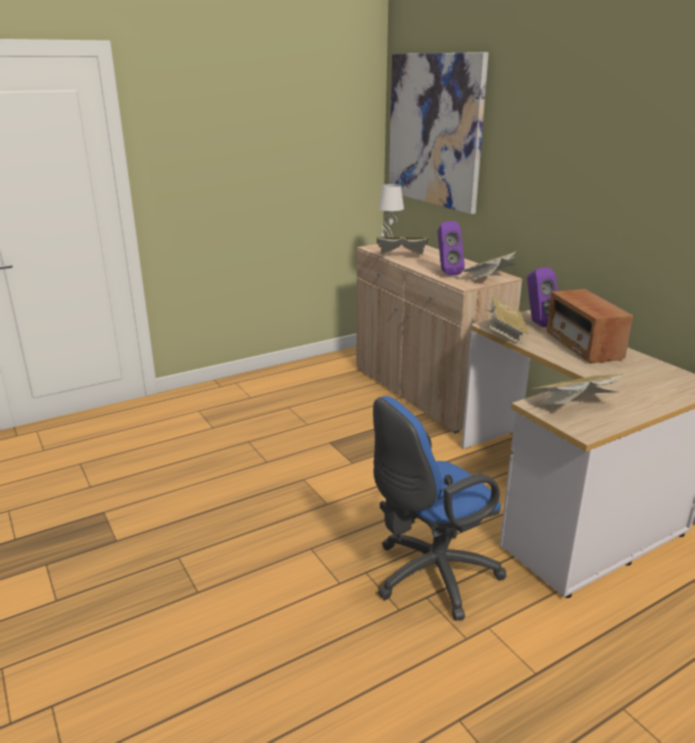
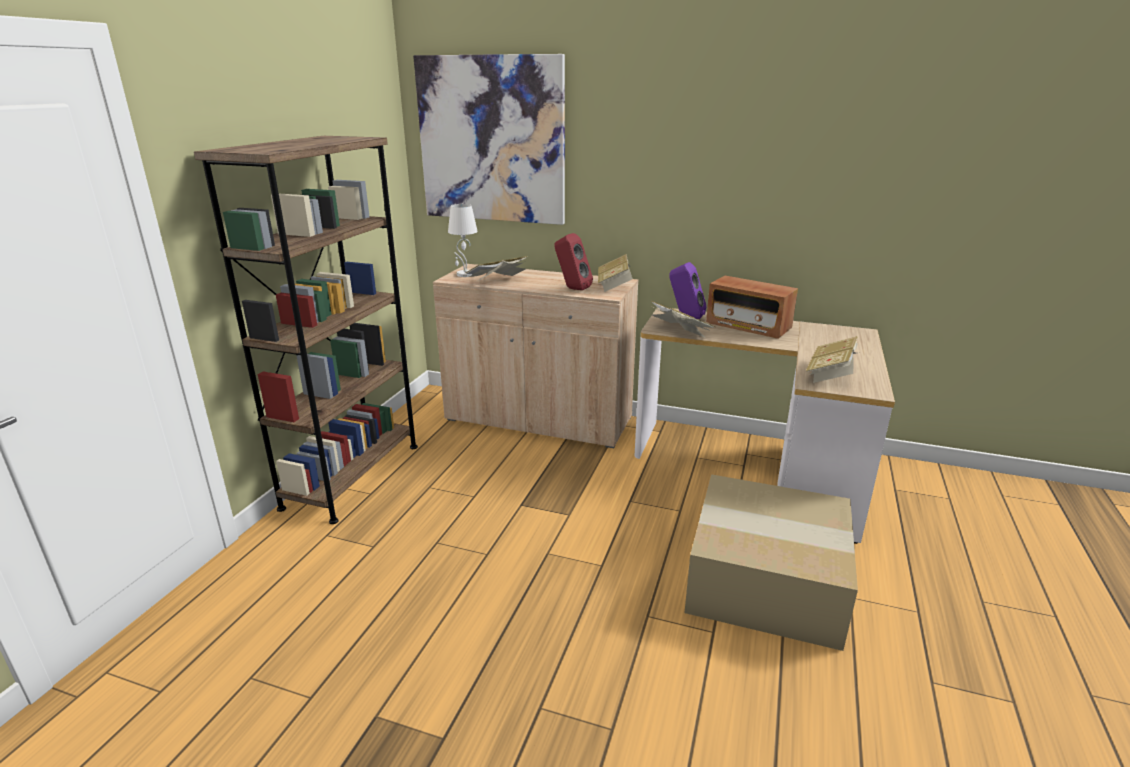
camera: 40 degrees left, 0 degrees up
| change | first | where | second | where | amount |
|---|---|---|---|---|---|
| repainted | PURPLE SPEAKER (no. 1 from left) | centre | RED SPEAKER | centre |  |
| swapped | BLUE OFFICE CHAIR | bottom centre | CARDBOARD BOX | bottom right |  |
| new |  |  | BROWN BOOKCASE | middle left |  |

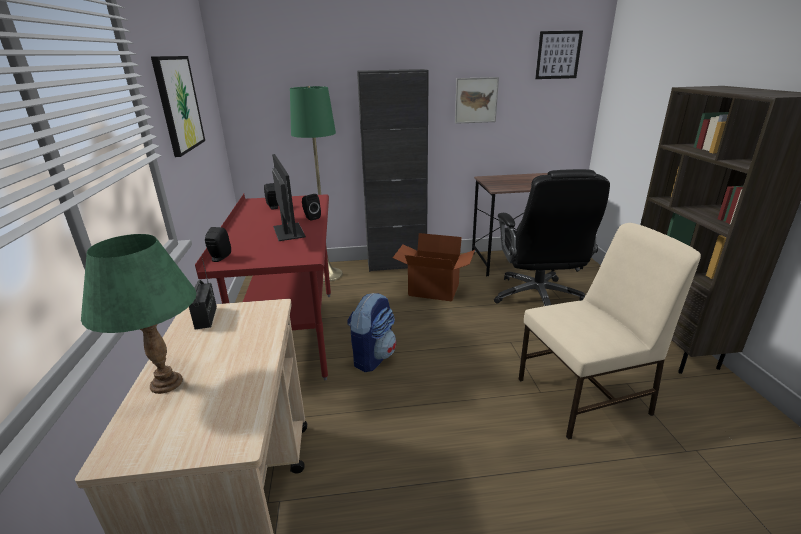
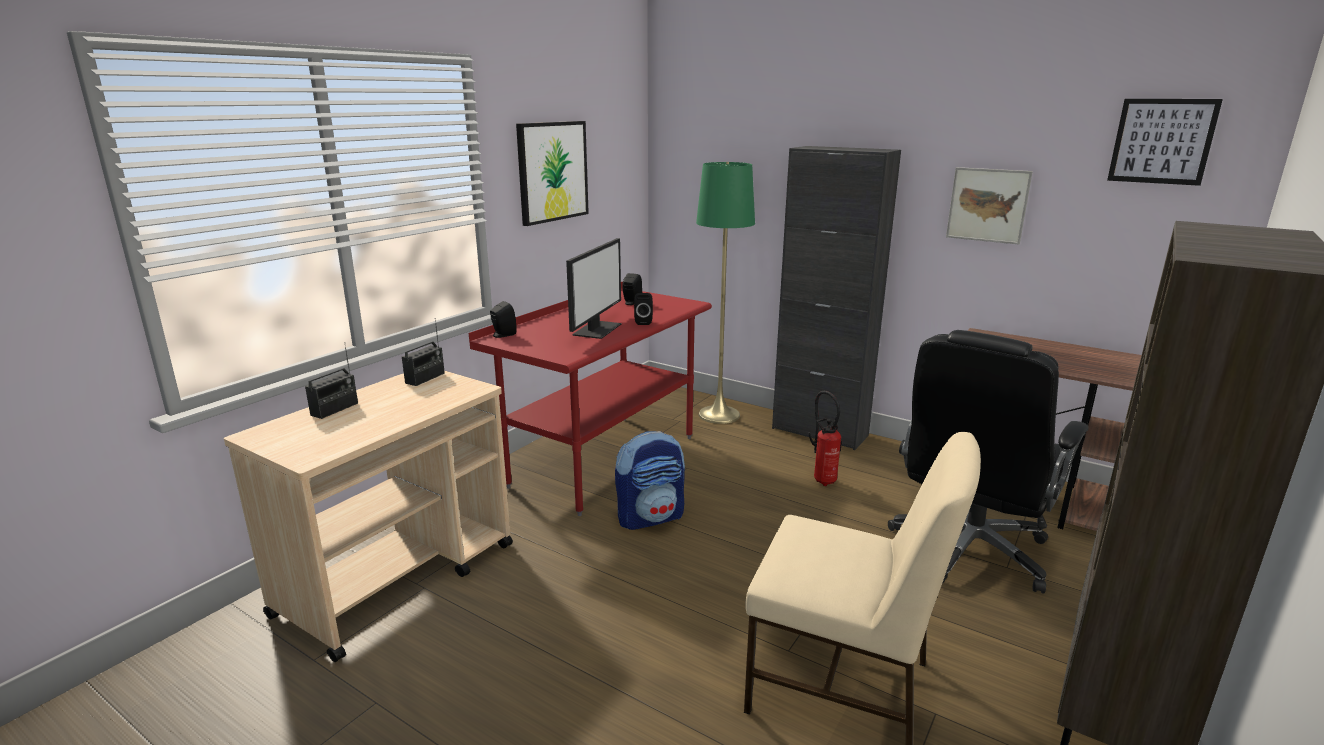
camera: 40 degrees right, 5 degrees down
| change | first | where | second | where | amount |
|---|---|---|---|---|---|
| swapped | CARDBOARD BOX | centre | FIRE EXTINGUISHER | centre |  |
| swapped | GREEN TABLE LAMP | middle left | RADIO (no. 1 from left) | middle left |  |

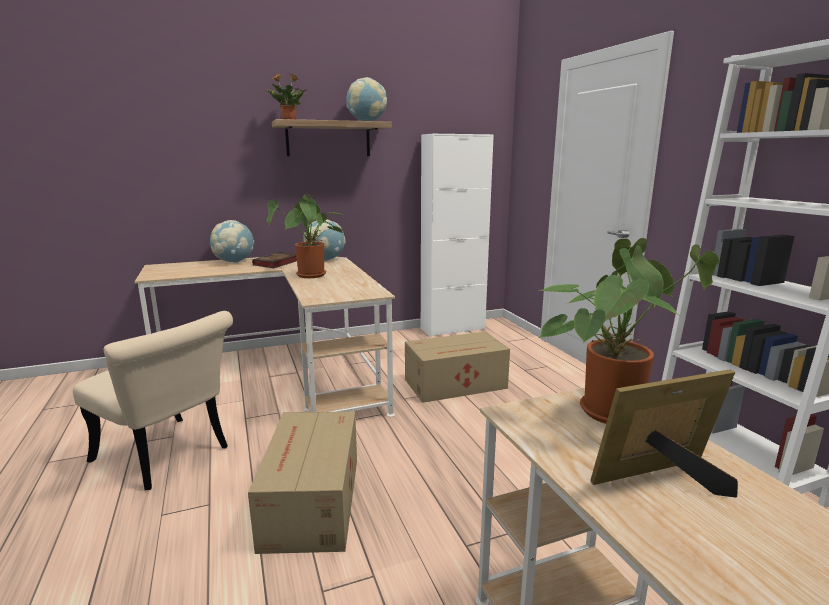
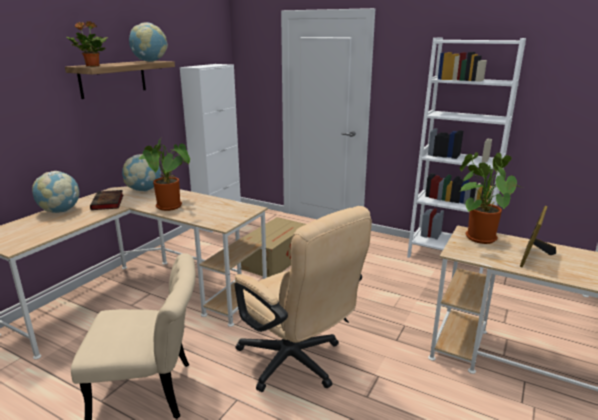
camera: 40 degrees left, 5 degrees up
| change | first | where | second | where | amount |
|---|---|---|---|---|---|
| swapped | CARDBOARD BOX (no. 1 from left) | bottom centre | BEIGE OFFICE CHAIR | bottom centre |  |

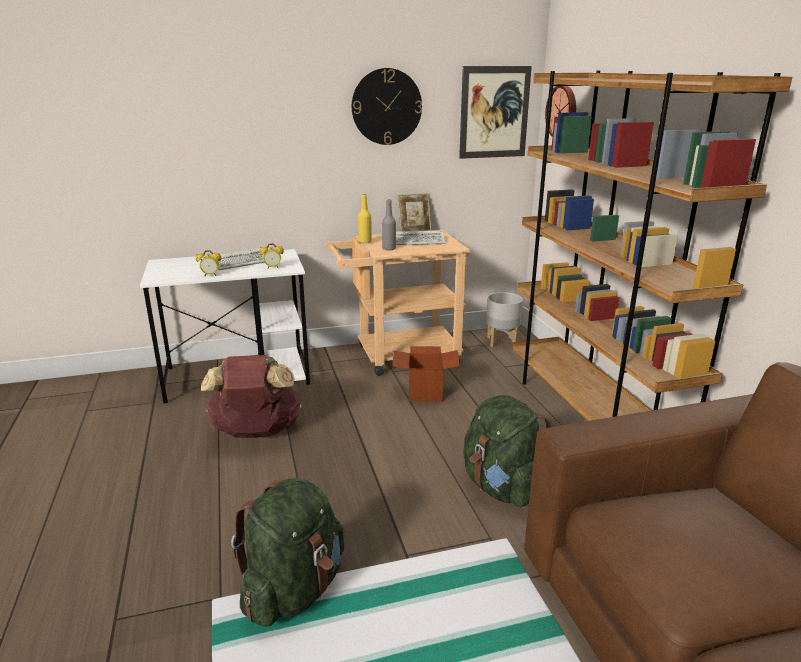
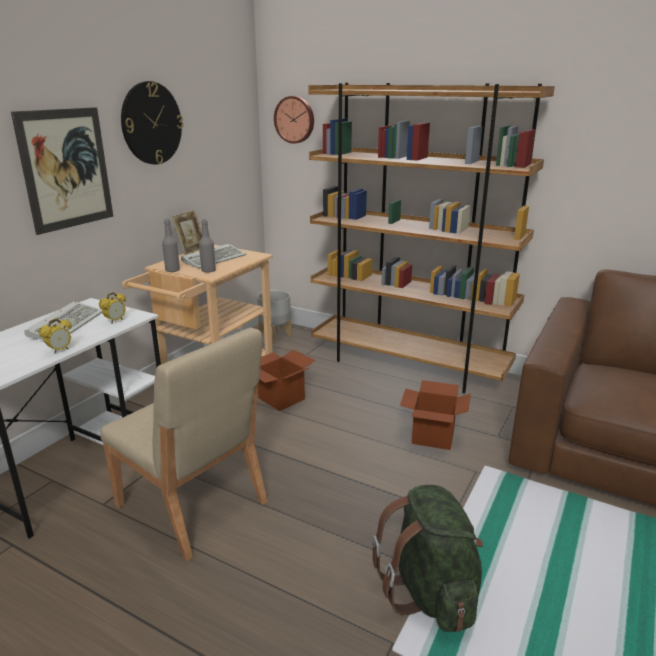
camera: 45 degrees left, 0 degrees up
| change | first | where | second | where | amount |
|---|---|---|---|---|---|
| shifted | PICTURE | top centre |  | top left |  |
| repainted | YELLOW BOTTLE | top centre | GREY BOTTLE (no. 1 from left) | middle left |  |
| swapped | BROWN BACKPACK | middle left | BEIGE CHAIR | bottom left |  |
| swapped | GREEN BACKPACK (no. 2 from left) | bottom centre | CARDBOARD BOX (no. 2 from left) | centre |  |

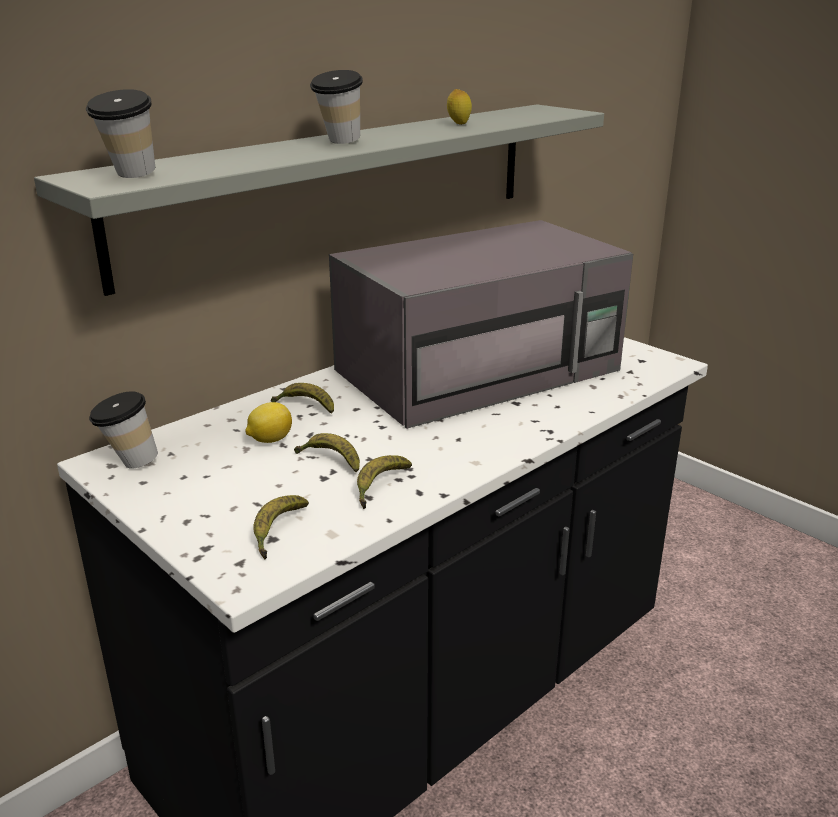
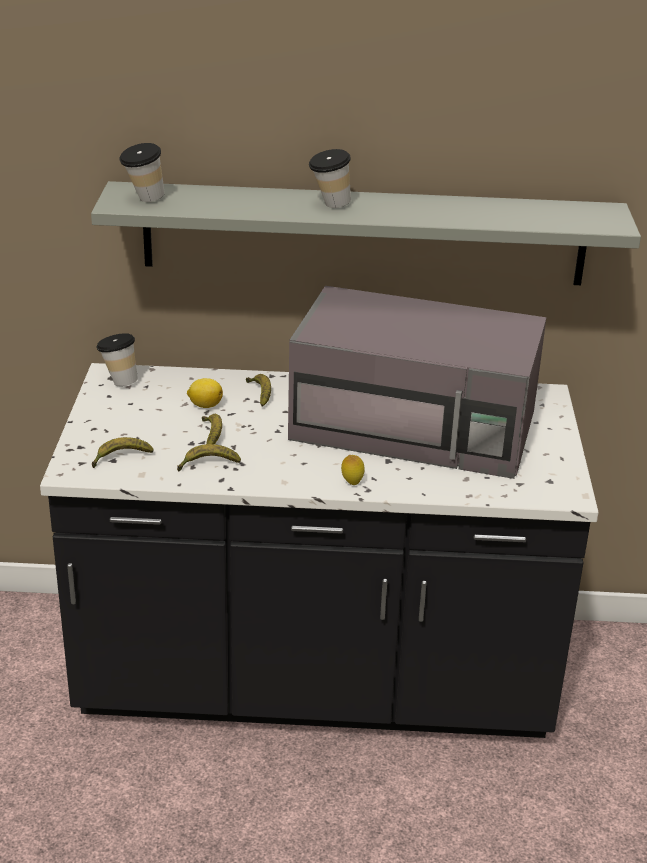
camera: 45 degrees right, 5 degrees up
| change | first | where | second | where | amount |
|---|---|---|---|---|---|
| shifted | LEMON (no. 2 from left) | top centre |  | centre |  |

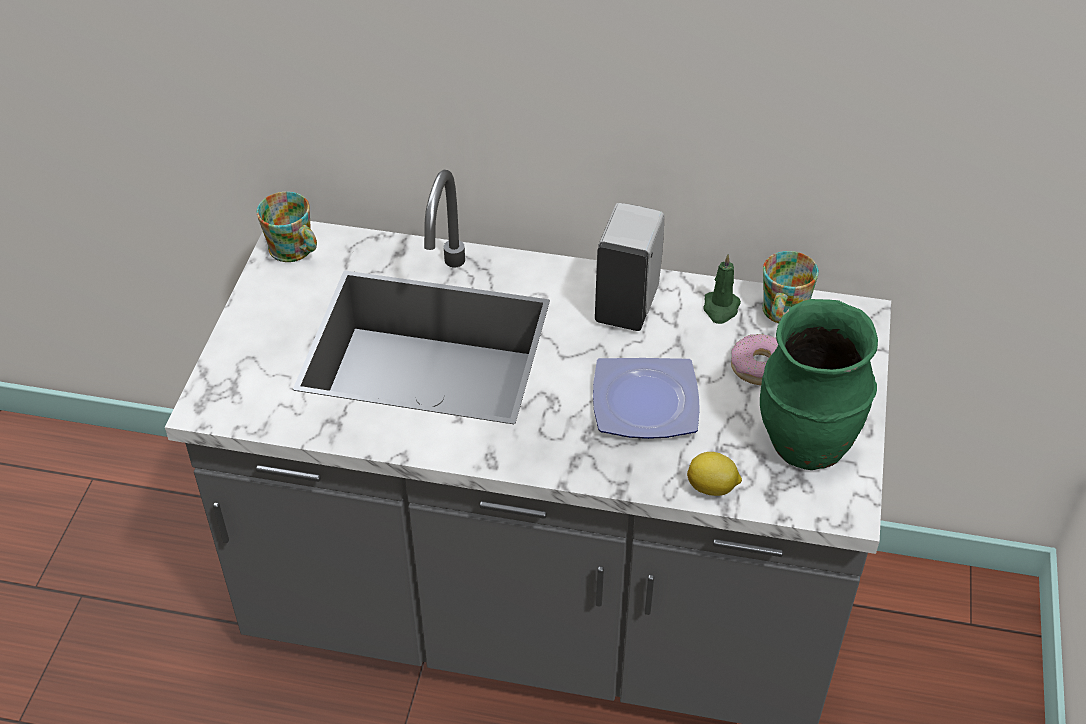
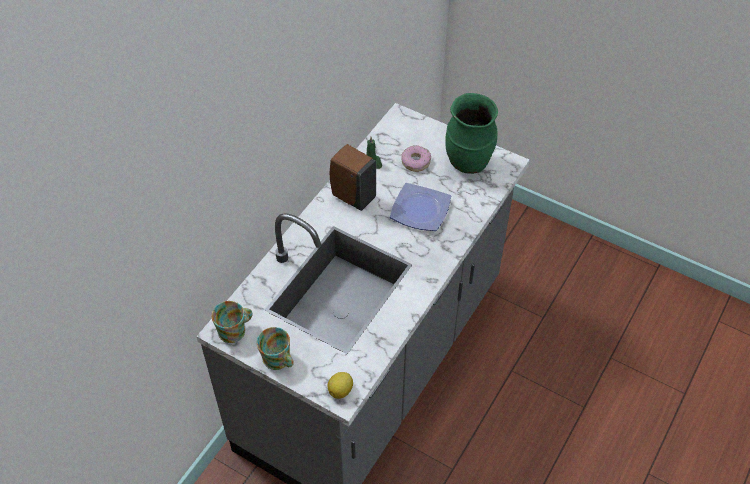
camera: 70 degrees left, 5 degrees up
| change | first | where | second | where | amount |
|---|---|---|---|---|---|
| repainted | WHITE SOAP DISPENSER | centre | BROWN SOAP DISPENSER | centre |  |
| shifted | MUG (no. 2 from left) | middle right |  | bottom centre |  |
| shifted | LEMON | centre |  | bottom centre |  |

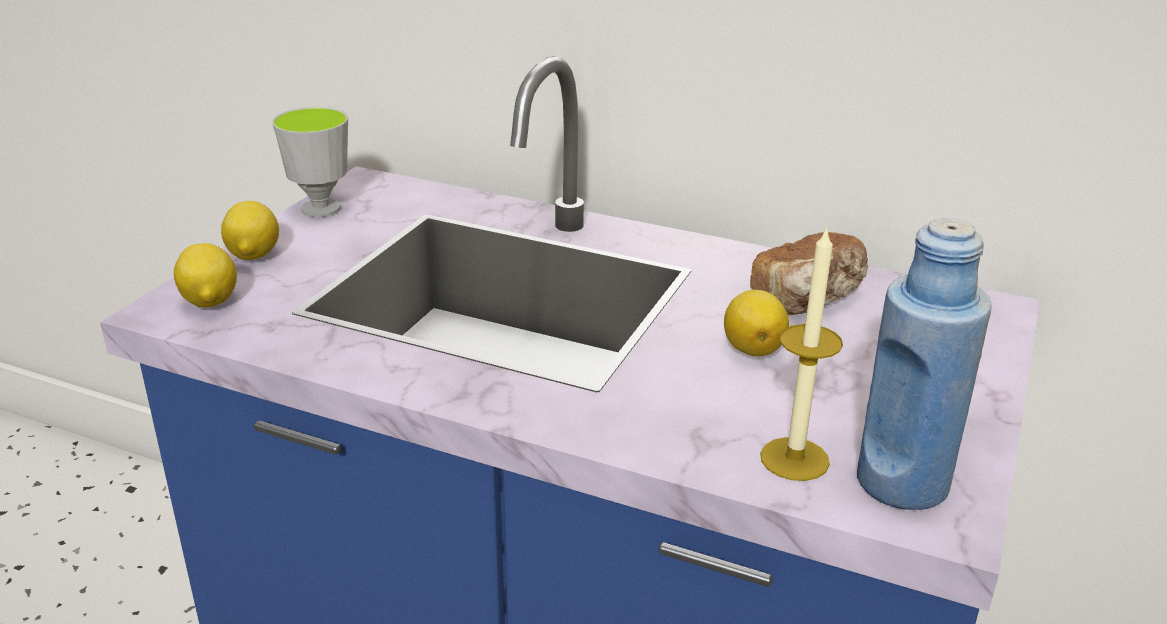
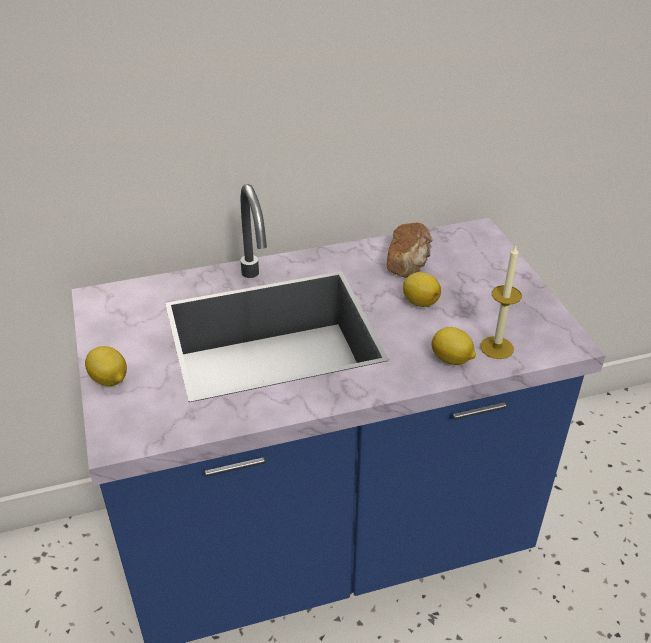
camera: 40 degrees left, 10 degrees up
| change | first | where | second | where | amount |
|---|---|---|---|---|---|
| gone | CUP | top left |  |  |  |
| gone | BLUE BOTTLE | middle right |  |  |  |
| shifted | LEMON (no. 1 from left in the first image) | middle left | LEMON (no. 3 from left) | middle right |  |

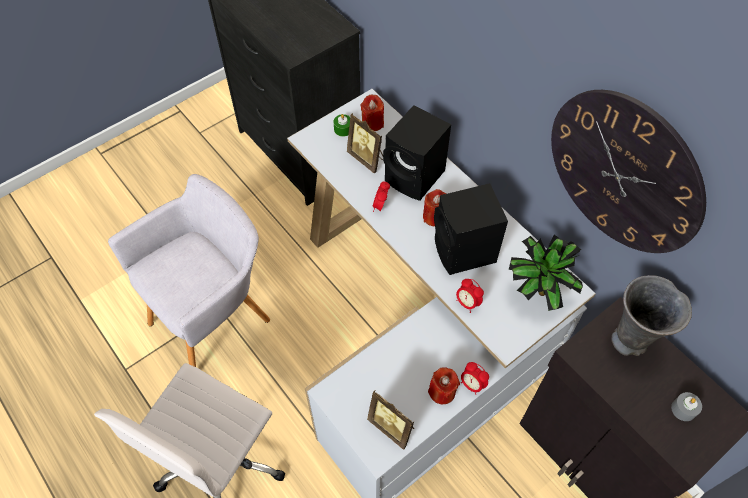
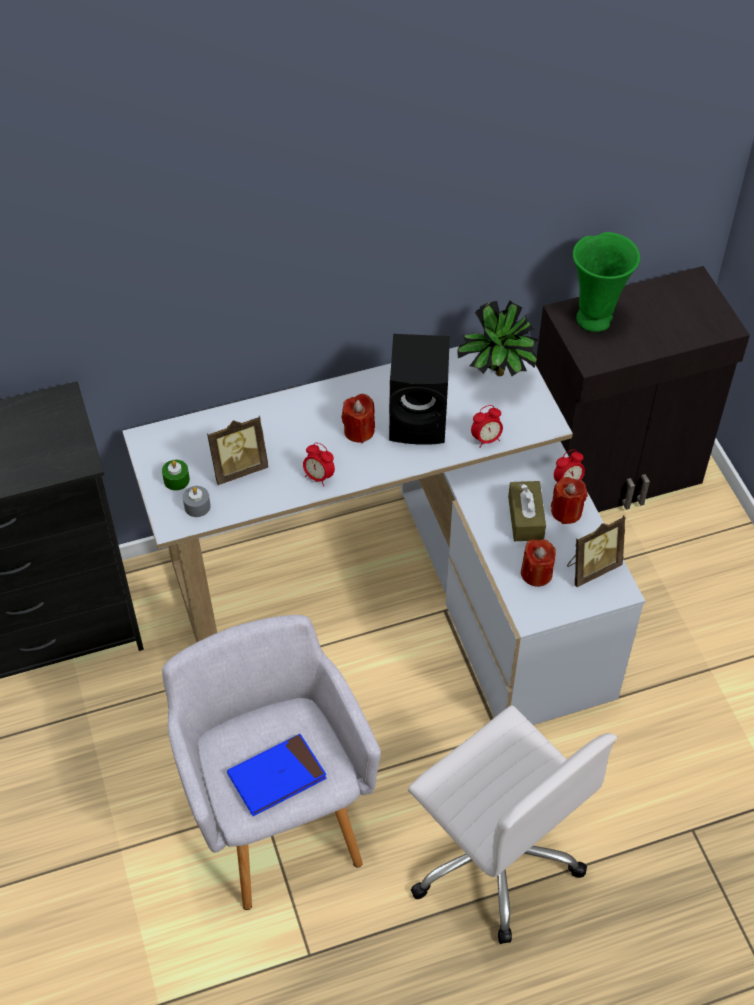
camera: 70 degrees left, 5 degrees down
| change | first | where | second | where | amount |
|---|---|---|---|---|---|
| gone | WALL CLOCK | middle right |  |  |  |
| shifted | RED CANDLE (no. 1 from left in the first image) | top centre | RED CANDLE (no. 2 from left) | middle right |  |
| gone | BLACK SPEAKER (no. 1 from left) | top centre |  |  |  |
| repainted | GREY VASE | middle right | GREEN VASE | top right |  |
| shifted | GREY CANDLE | bottom right |  | middle left |  |
| new |  |  | BROWN TISSUE BOX | middle right |  |
| new |  |  | BLUE BOOK | bottom centre |  |

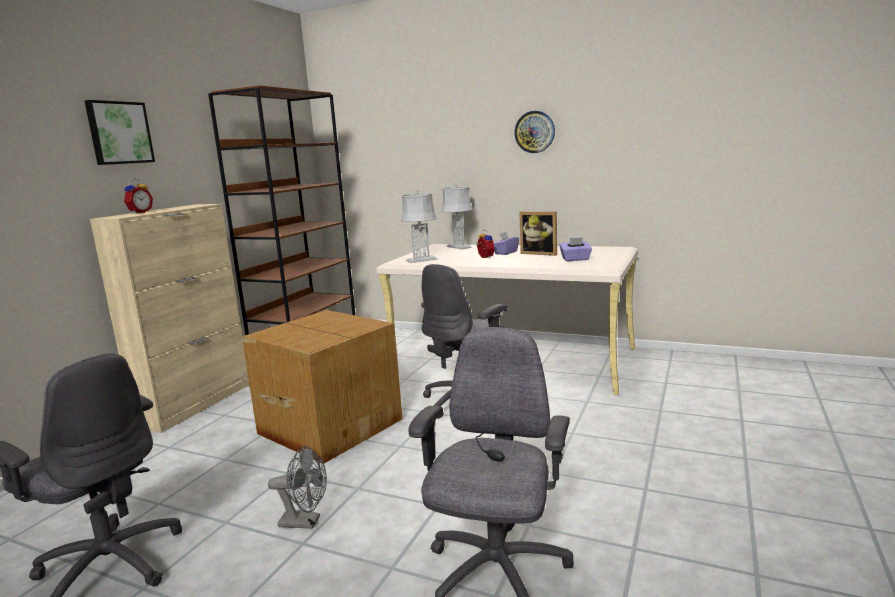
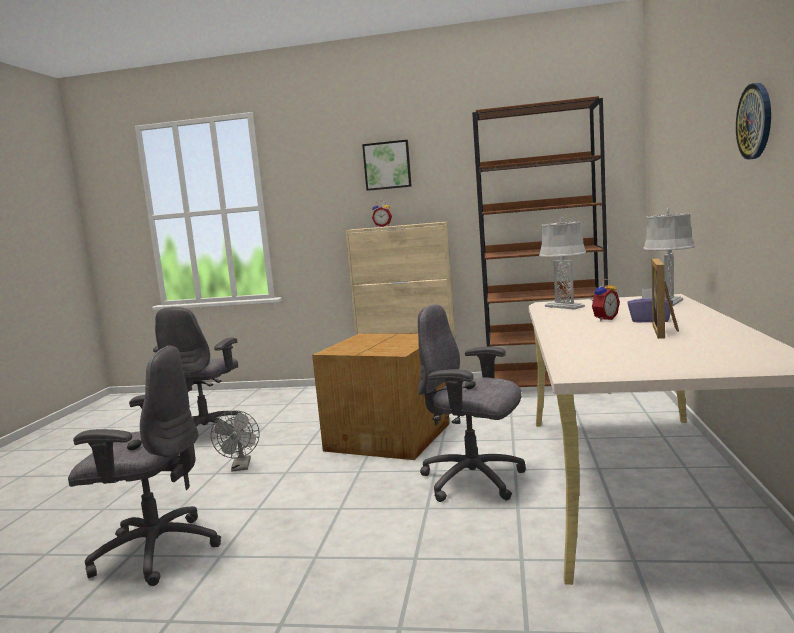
camera: 75 degrees right, 5 degrees down
| change | first | where | second | where | amount |
|---|---|---|---|---|---|
| gone | PURPLE TISSUE BOX (no. 2 from left) | centre |  |  |  |

